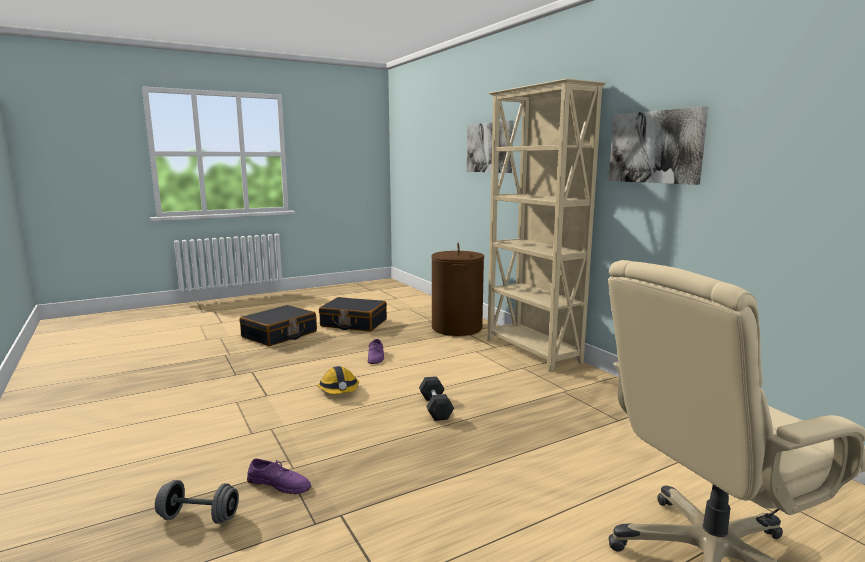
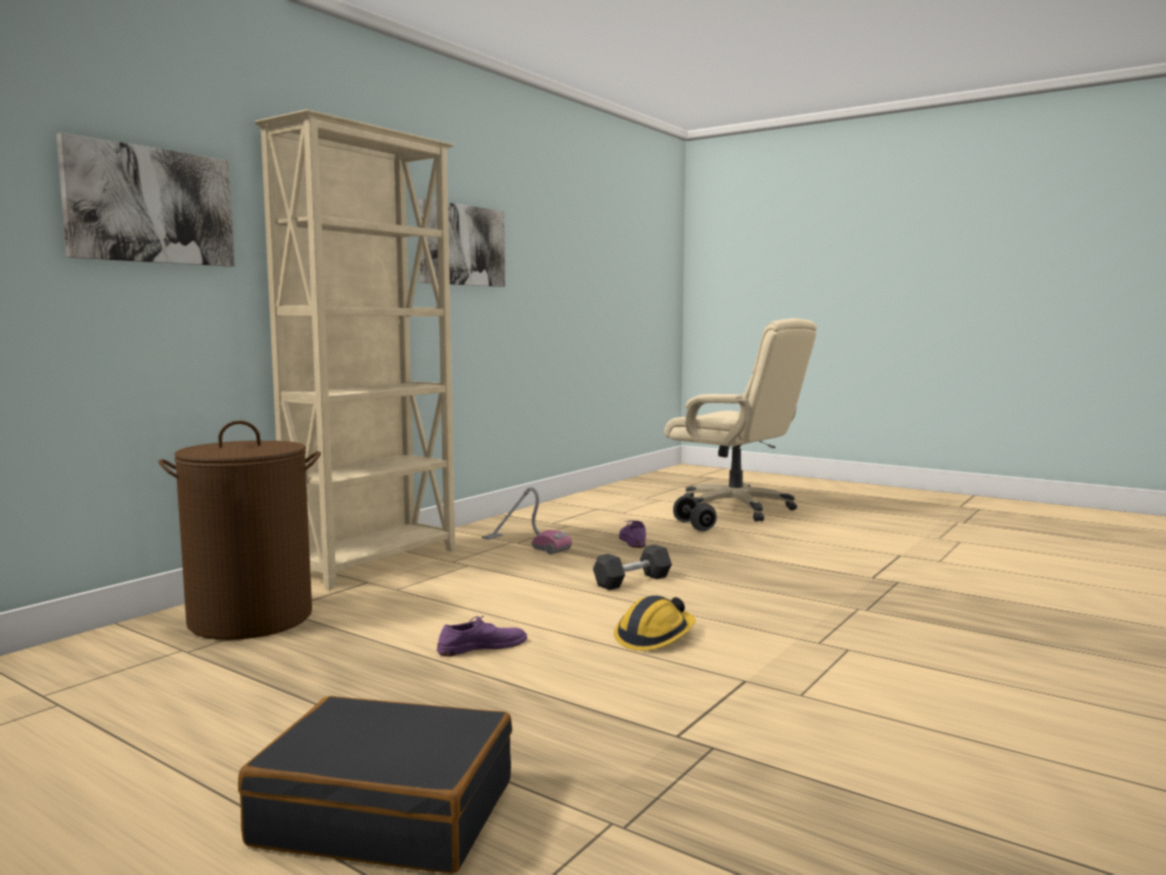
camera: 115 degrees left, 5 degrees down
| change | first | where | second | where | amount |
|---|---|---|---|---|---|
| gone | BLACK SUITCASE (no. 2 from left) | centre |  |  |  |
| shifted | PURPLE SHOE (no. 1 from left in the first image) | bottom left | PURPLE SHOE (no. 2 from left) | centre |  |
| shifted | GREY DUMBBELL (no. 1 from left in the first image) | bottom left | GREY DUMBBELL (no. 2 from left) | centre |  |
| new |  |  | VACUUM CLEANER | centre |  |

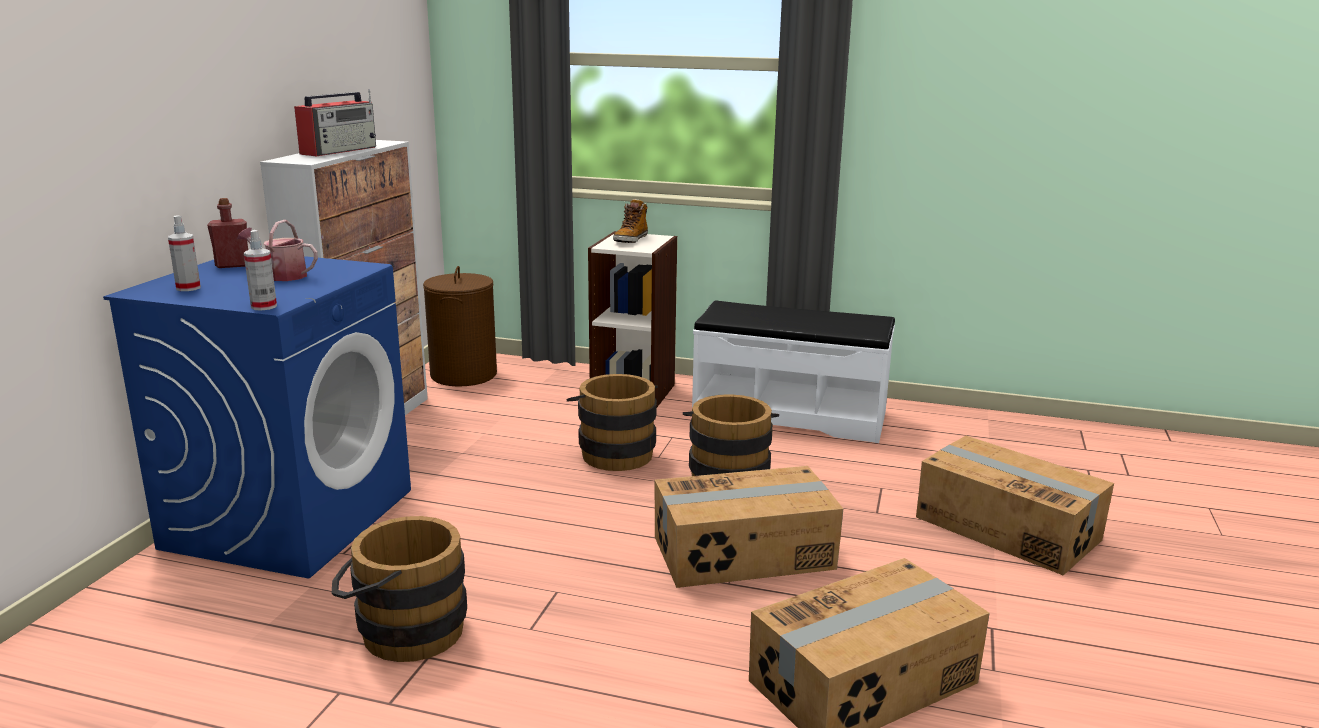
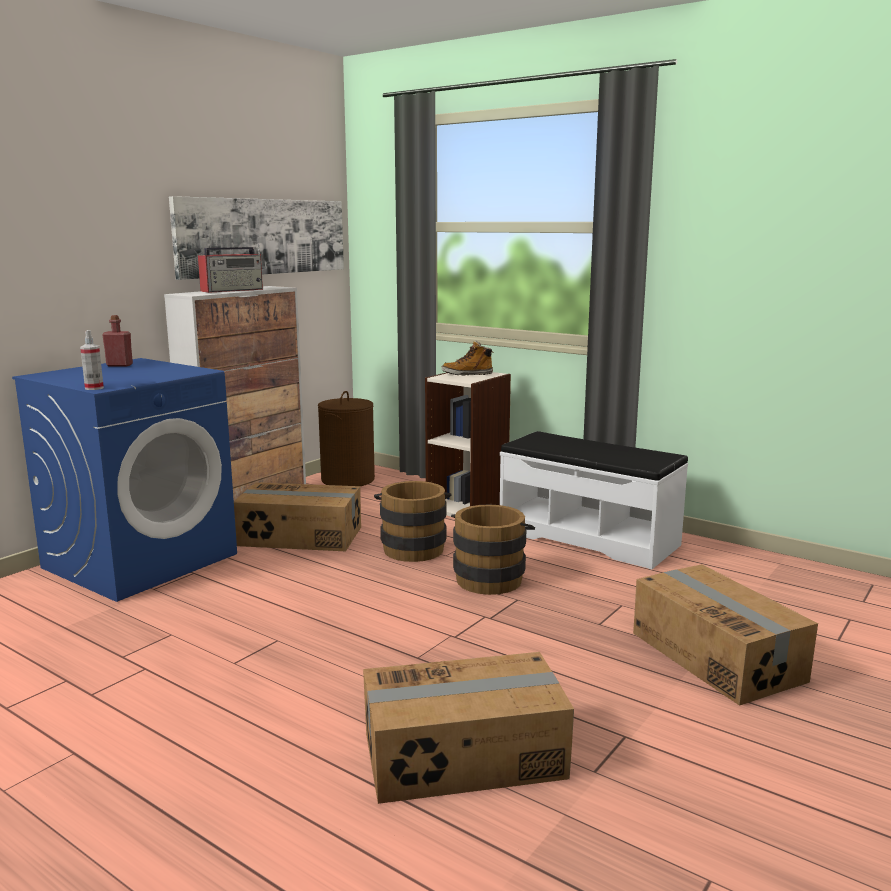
camera: 20 degrees right, 5 degrees down
| change | first | where | second | where | amount |
|---|---|---|---|---|---|
| rotated | BOOT | top centre |  | centre | 45 degrees clockwise |
| gone | SPRAY BOTTLE (no. 1 from left) | middle left |  |  |  |
| gone | WATERING CAN | middle left |  |  |  |
| shifted | CARDBOARD BOX (no. 1 from left) | bottom centre |  | centre |  |
| gone | BROWN BUCKET (no. 1 from left) | bottom left |  |  |  |
| new |  |  | PICTURE | top left |  |

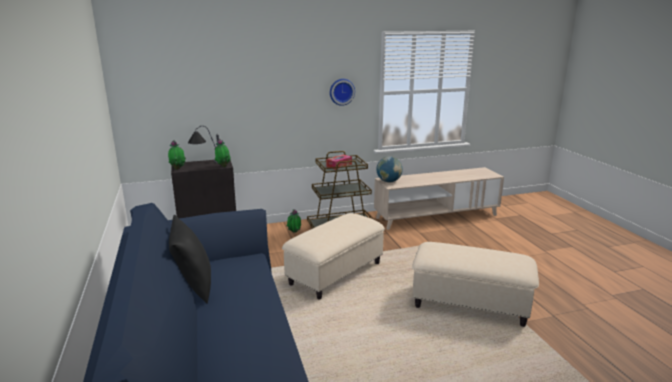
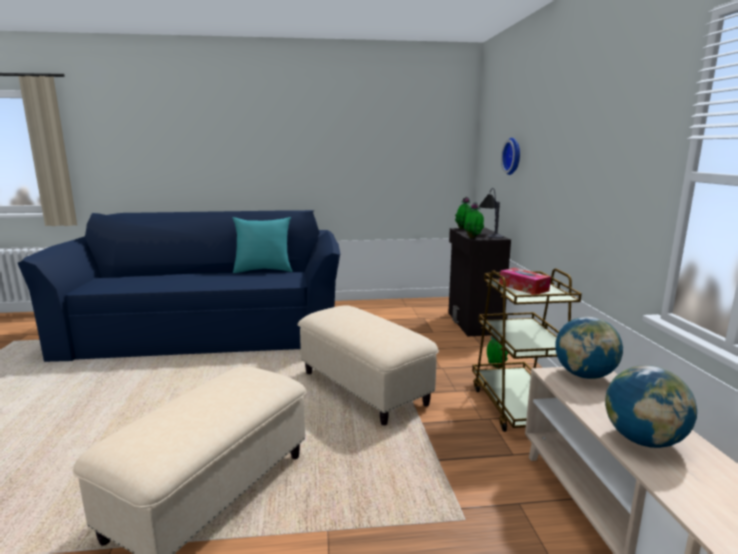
camera: 100 degrees right, 5 degrees down
| change | first | where | second | where | amount |
|---|---|---|---|---|---|
| shifted | WALL CLOCK | top centre |  | top right |  |
| repainted | BLACK PILLOW | bottom left | TURQUOISE PILLOW | centre |  |
| new |  |  | GLOBE (no. 2 from left) | bottom right |  |

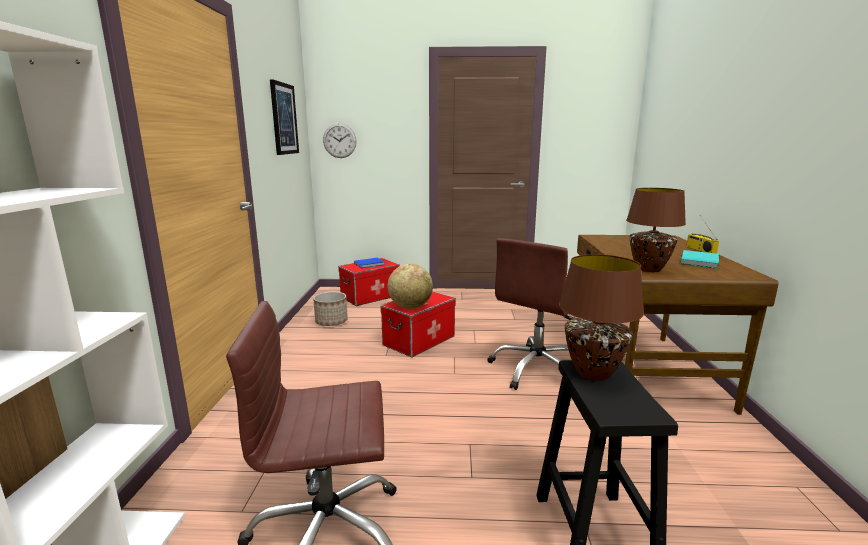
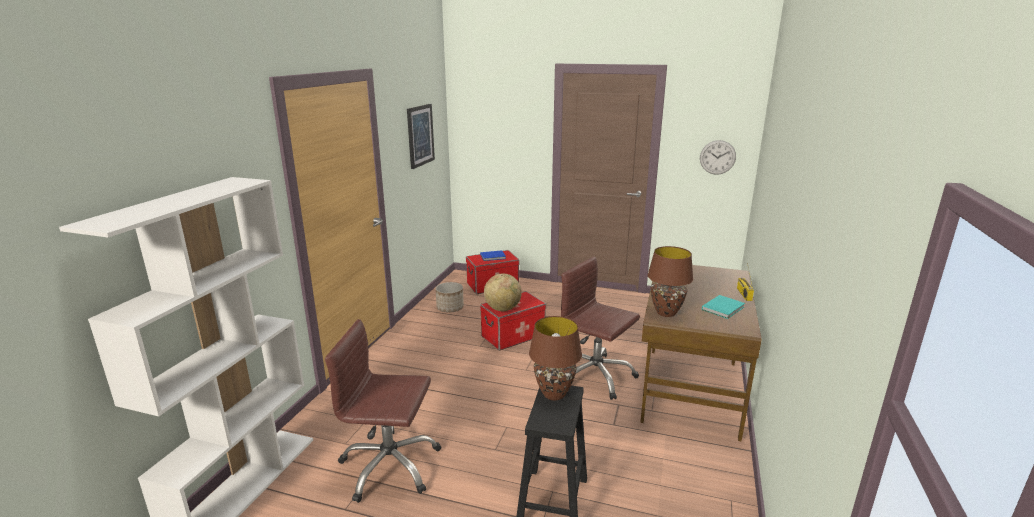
camera: 15 degrees right, 5 degrees up
| change | first | where | second | where | amount |
|---|---|---|---|---|---|
| shifted | WALL CLOCK | top centre |  | top right |  |
| rotated | BROWN OFFICE CHAIR (no. 2 from left) | centre |  | centre | 75 degrees clockwise |

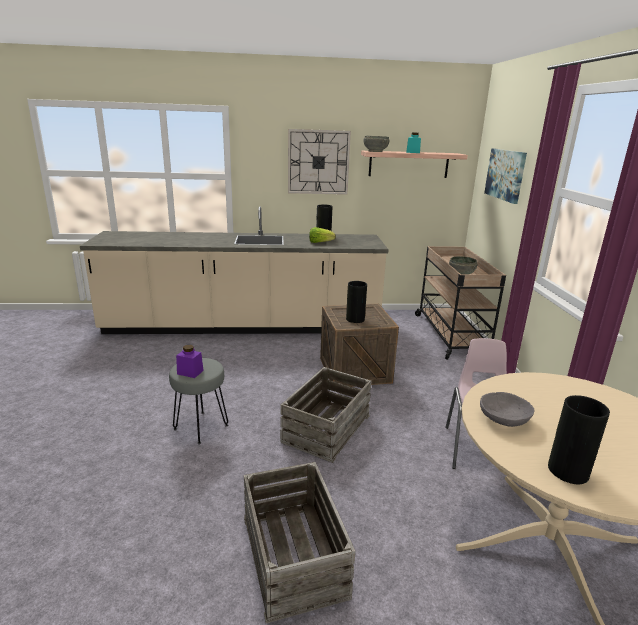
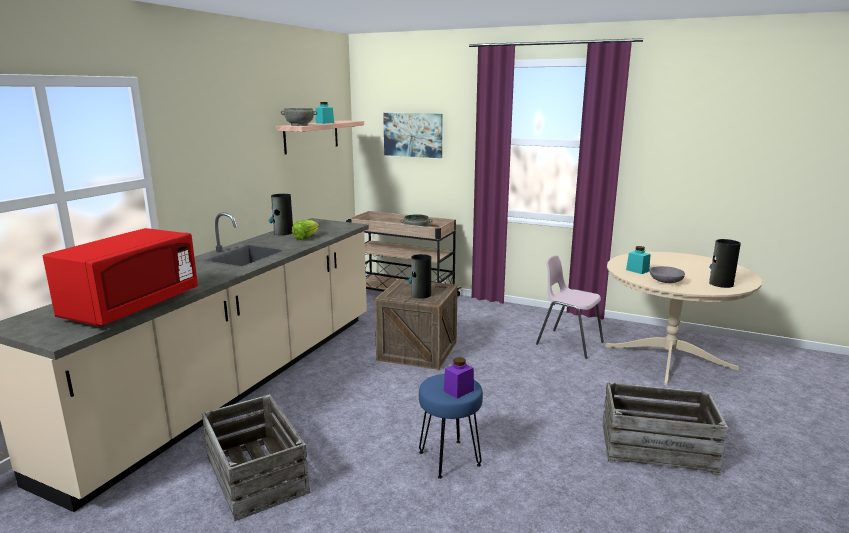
camera: 60 degrees left, 5 degrees down
| change | first | where | second | where | amount |
|---|---|---|---|---|---|
| gone | WALL CLOCK | top centre |  |  |  |
| repainted | GREY STOOL | middle left | BLUE STOOL | bottom centre |  |
| shifted | CRATE (no. 2 from left in the first image) | centre | CRATE (no. 1 from left) | bottom left |  |
| new |  |  | RED MICROWAVE | middle left |  |
| new |  |  | TURQUOISE JAR (no. 2 from left) | middle right |  |

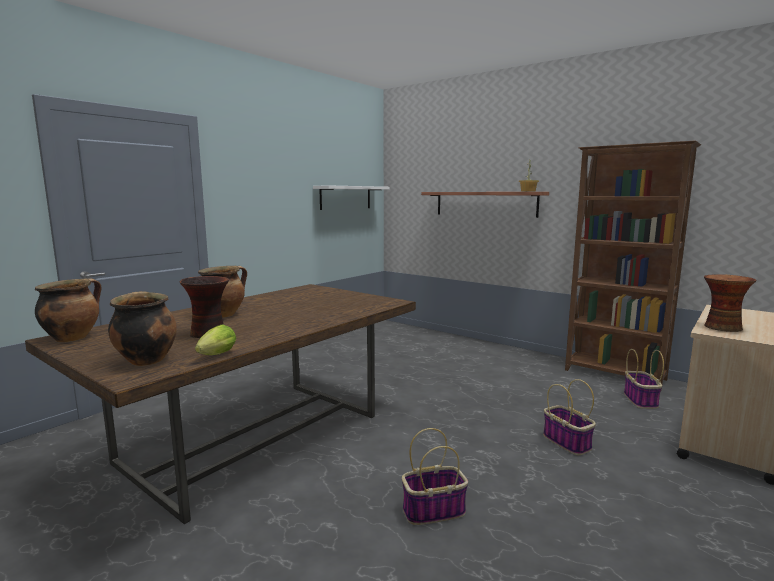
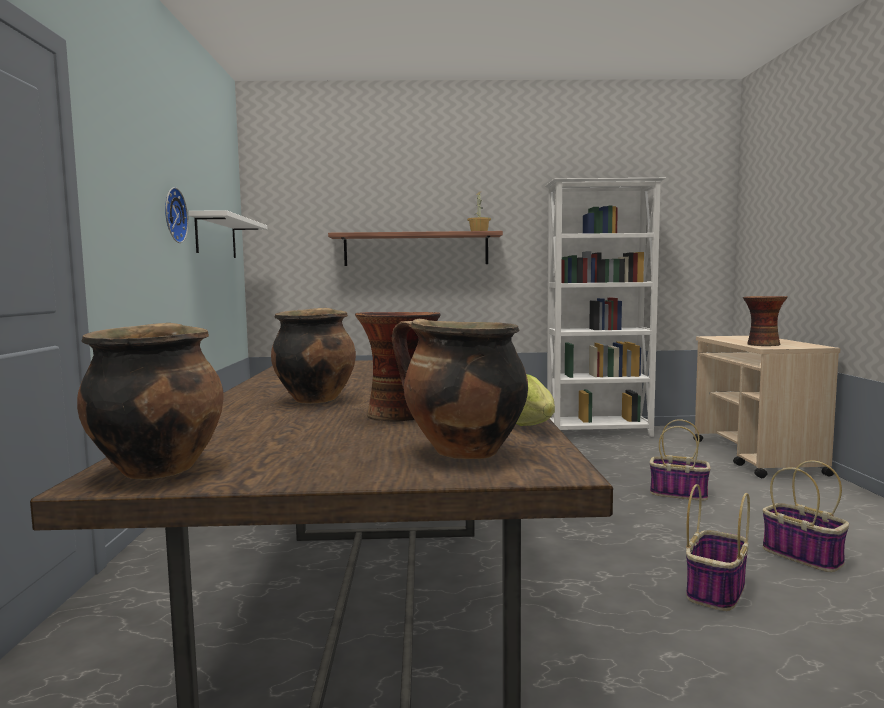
camera: 40 degrees left, 5 degrees down
| change | first | where | second | where | amount |
|---|---|---|---|---|---|
| repainted | BROWN BOOKCASE | middle right | WHITE BOOKCASE | middle right |  |
| shifted | BASKET (no. 3 from left) | middle right |  | bottom right |  |
| new |  |  | WALL CLOCK | top left |  |

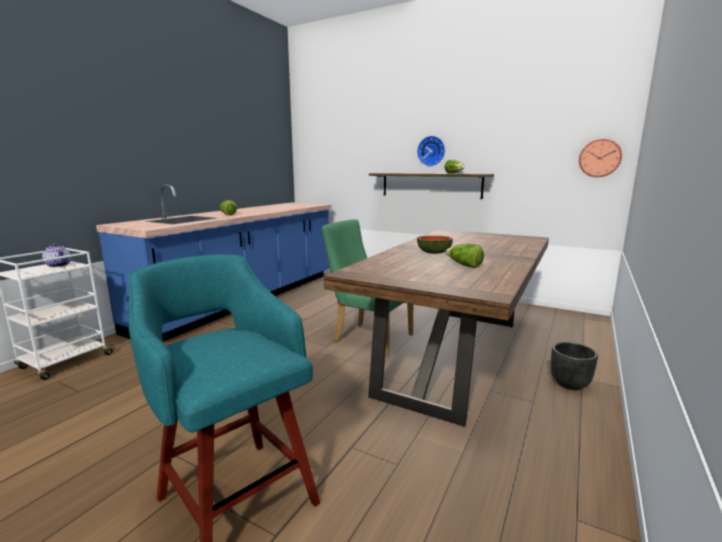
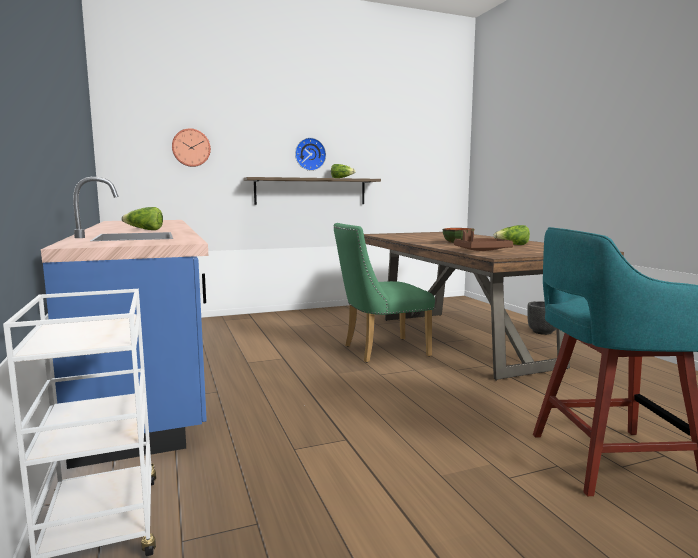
camera: 50 degrees left, 5 degrees down
| change | first | where | second | where | amount |
|---|---|---|---|---|---|
| shifted | WALL CLOCK (no. 2 from left in the first image) | top right | WALL CLOCK (no. 1 from left) | top left |  |
| gone | TEAPOT | middle left |  |  |  |
| new |  |  | BROWN TRAY | middle right |  |

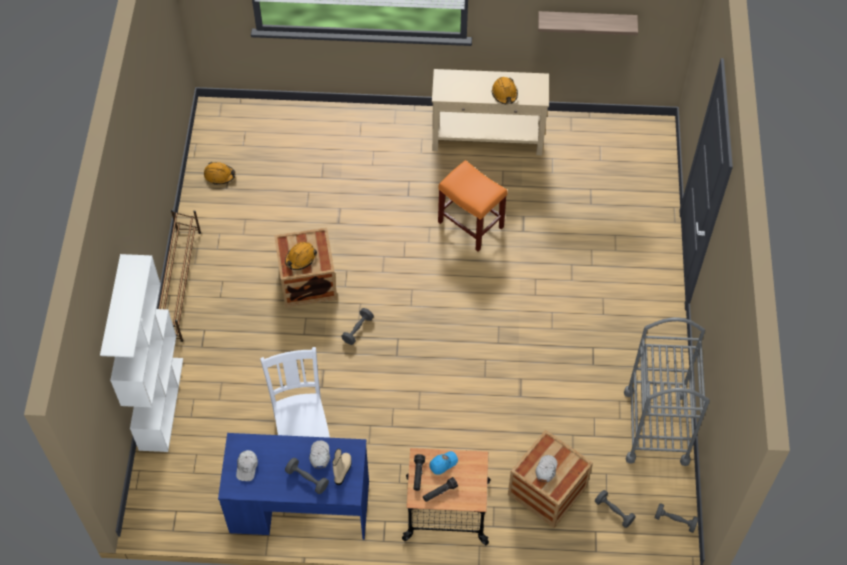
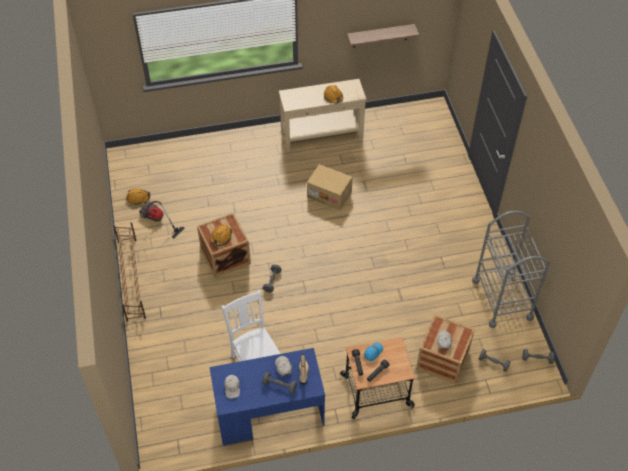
camera: 15 degrees left, 5 degrees down
| change | first | where | second | where | amount |
|---|---|---|---|---|---|
| swapped | ORANGE STOOL | centre | CARDBOARD BOX | centre |  |
| gone | WHITE BOOKCASE | middle left |  |  |  |
| new |  |  | VACUUM CLEANER | middle left |  |

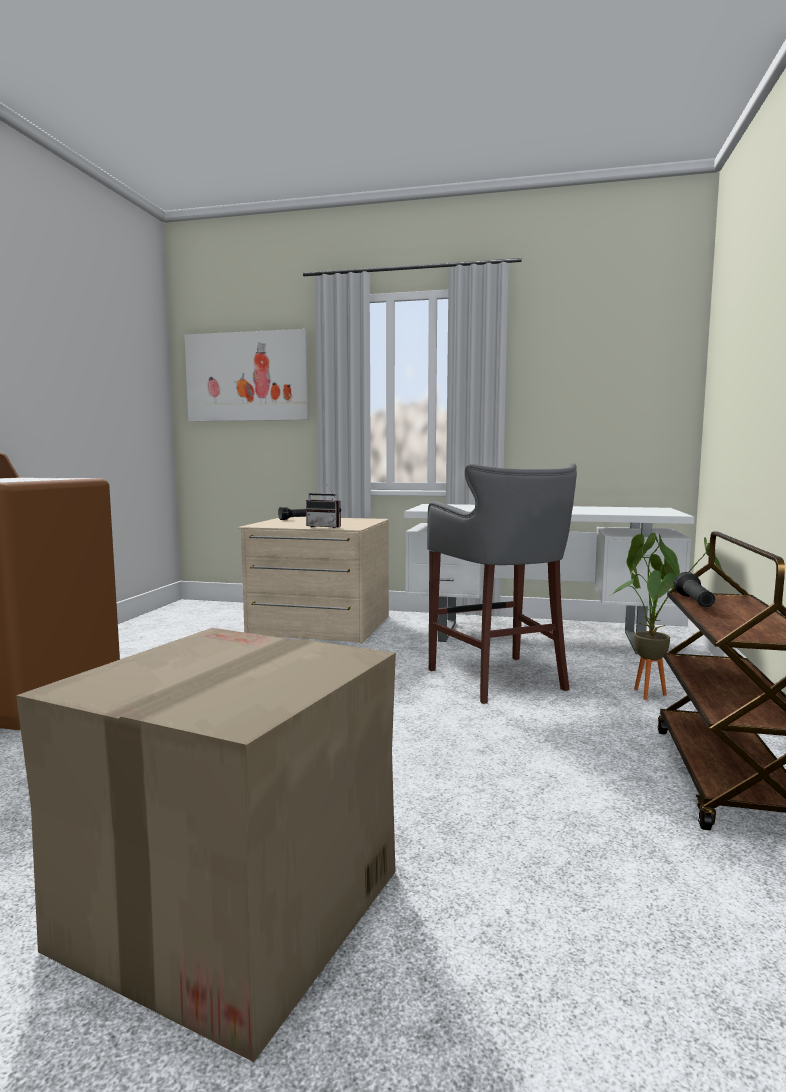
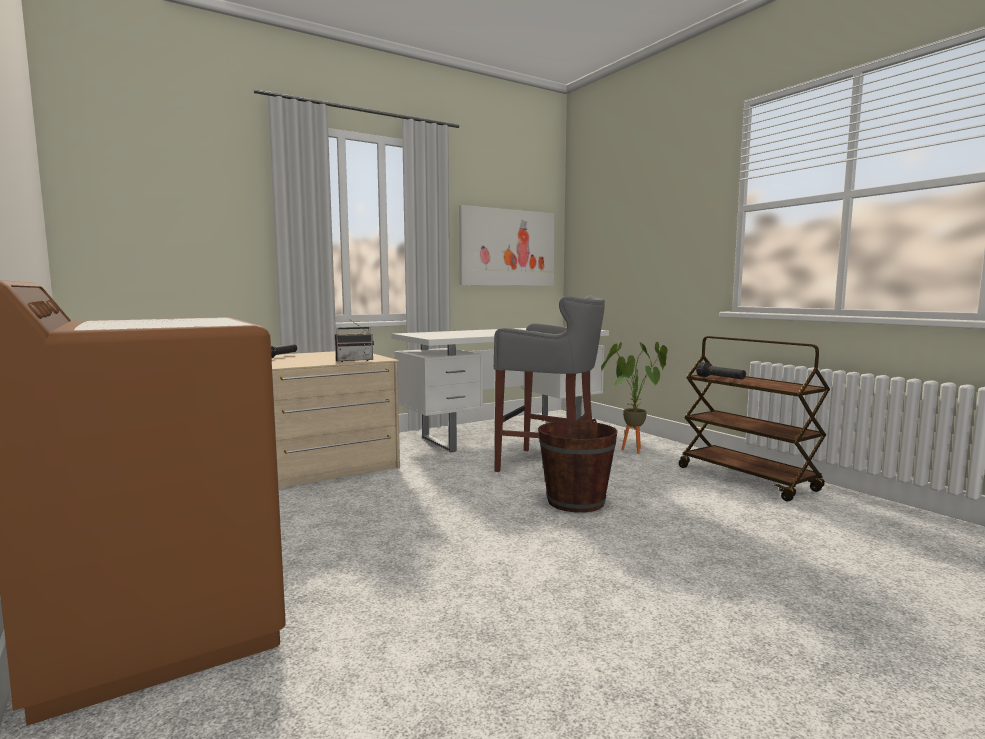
camera: 45 degrees left, 0 degrees up
| change | first | where | second | where | amount |
|---|---|---|---|---|---|
| shifted | PICTURE | middle left |  | top centre |  |
| gone | CARDBOARD BOX | bottom left |  |  |  |
| new |  |  | BROWN BUCKET | centre |  |

